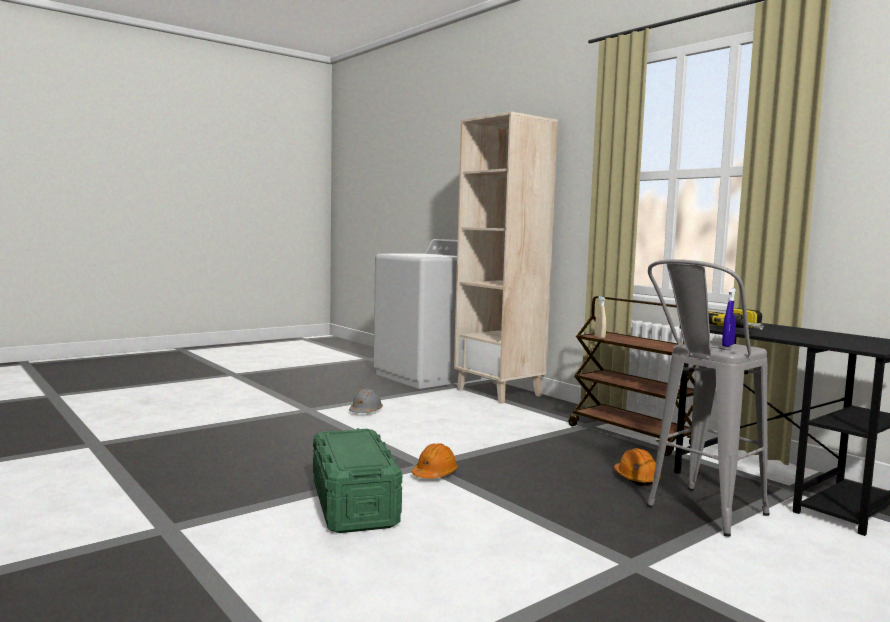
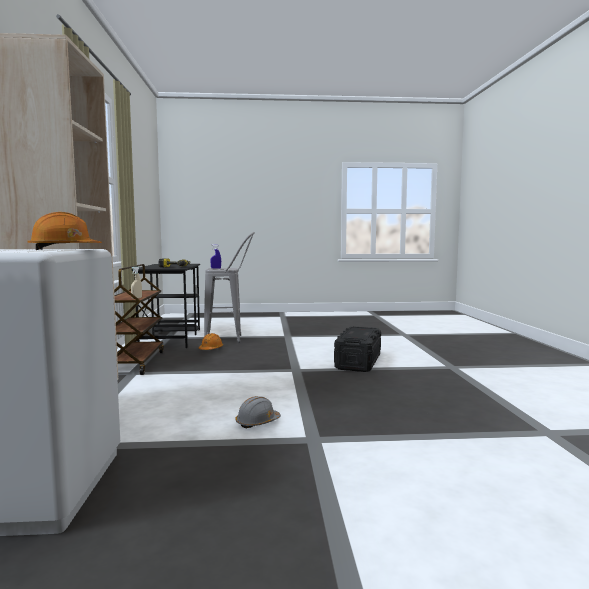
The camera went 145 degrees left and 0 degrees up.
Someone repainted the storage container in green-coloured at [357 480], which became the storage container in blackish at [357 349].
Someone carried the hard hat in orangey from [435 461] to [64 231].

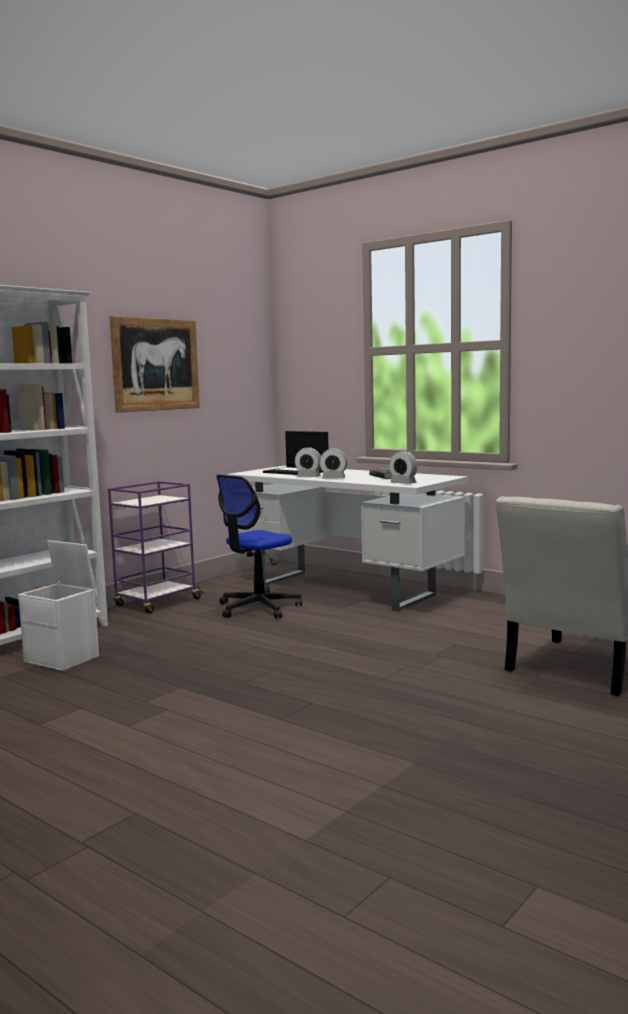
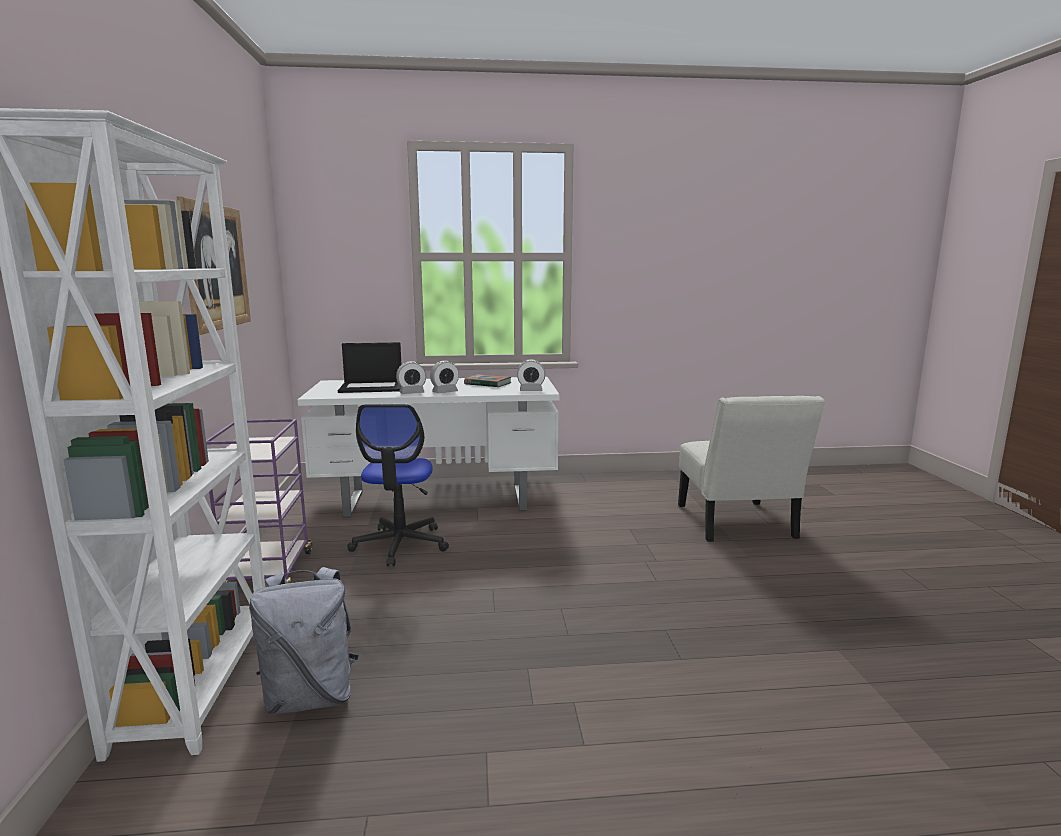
The camera went 45 degrees left and 5 degrees up.
Someone swapped the storage container in white at [58 605] for the rucksack in grey at [304 641].

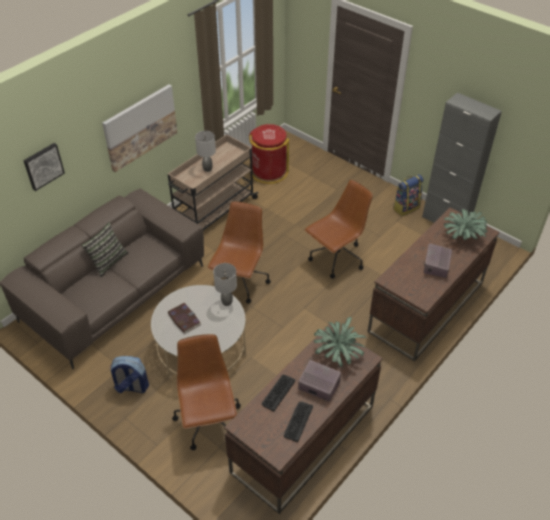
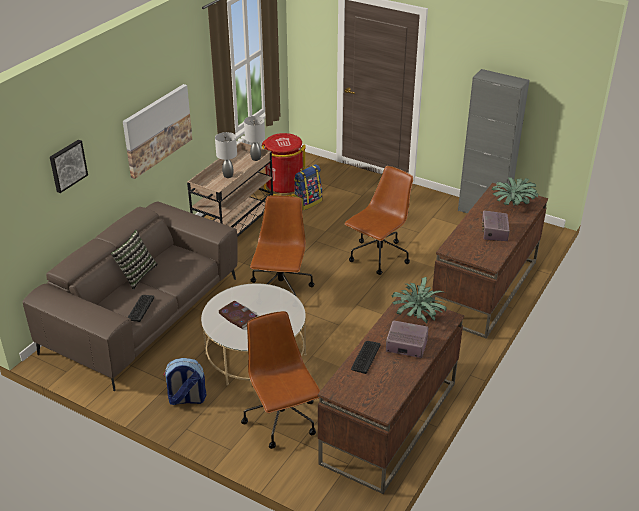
The camera went 10 degrees left and 10 degrees down.
Someone carried the lamp for a table in grey from [225 284] to [254 138].
Someone carried the keyboard from [298 422] to [141 308].
Someone carried the rucksack from [408 195] to [308 187].

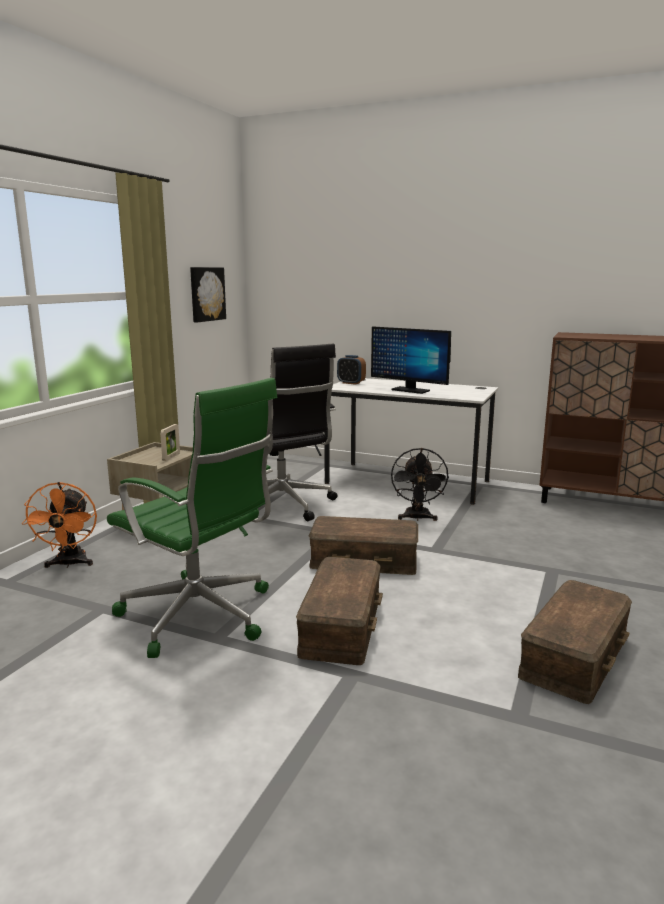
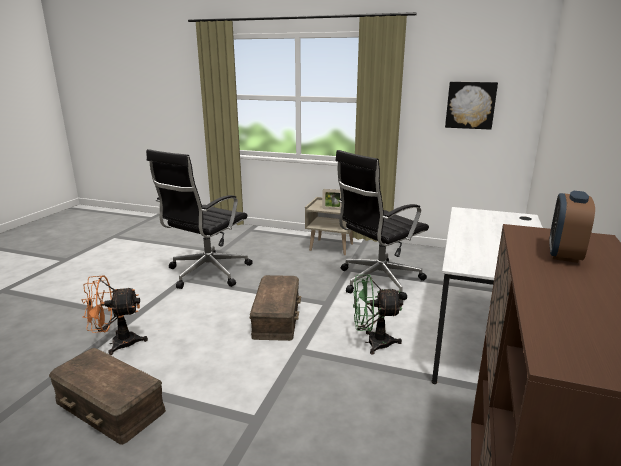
The camera went 85 degrees right and 5 degrees up.
Someone carried the fan in orangey from [59 525] to [114 315].
Someone repainted the computer chair in green-coloured at [192 518], which became the computer chair in blackish at [199 219].
Someone took away the storage container in brown at [339 611].
Someone carried the bedside clock from [351 370] to [572 227].
Someone took away the monitor at [411 360].
Someone repainted the fan in blackish at [420 484], which became the fan in green-coloured at [378 315].

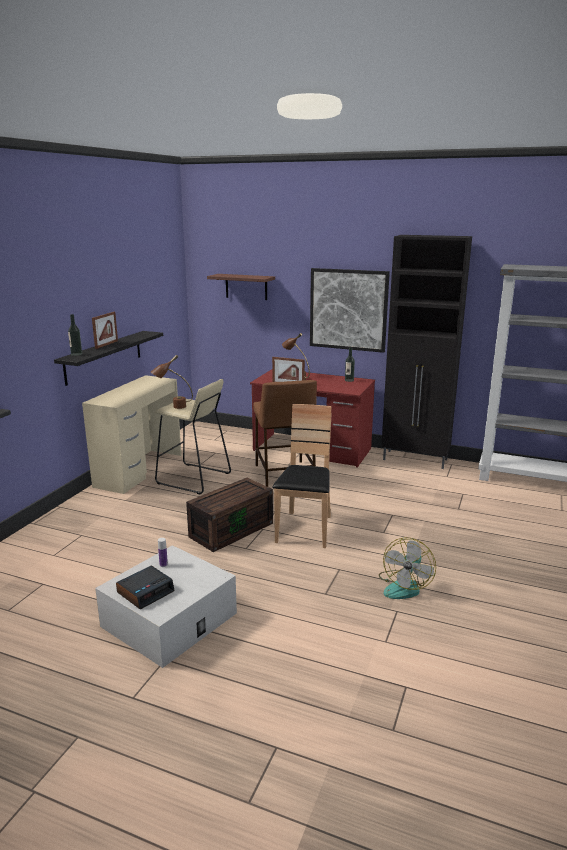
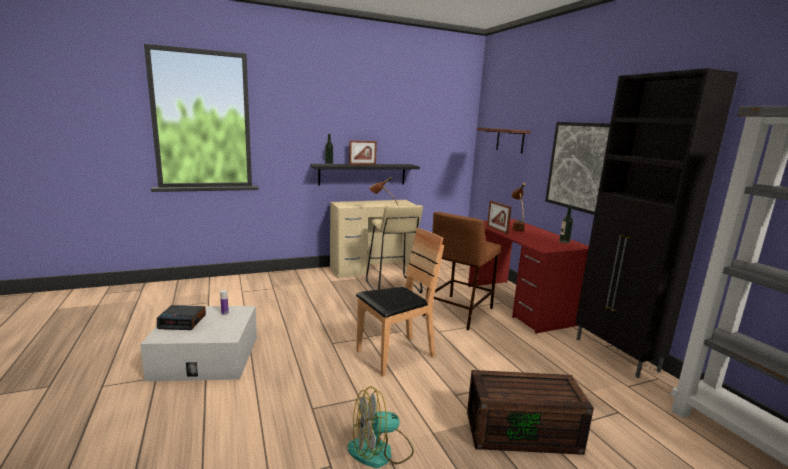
The camera went 45 degrees right and 5 degrees down.
Someone carried the storage container in brown from [229 515] to [530 412].

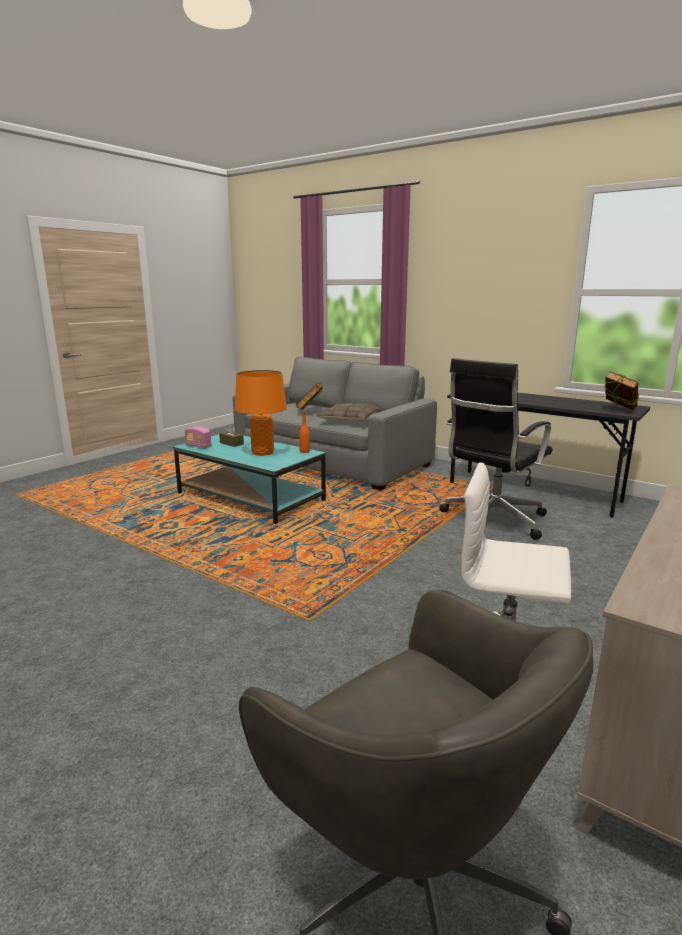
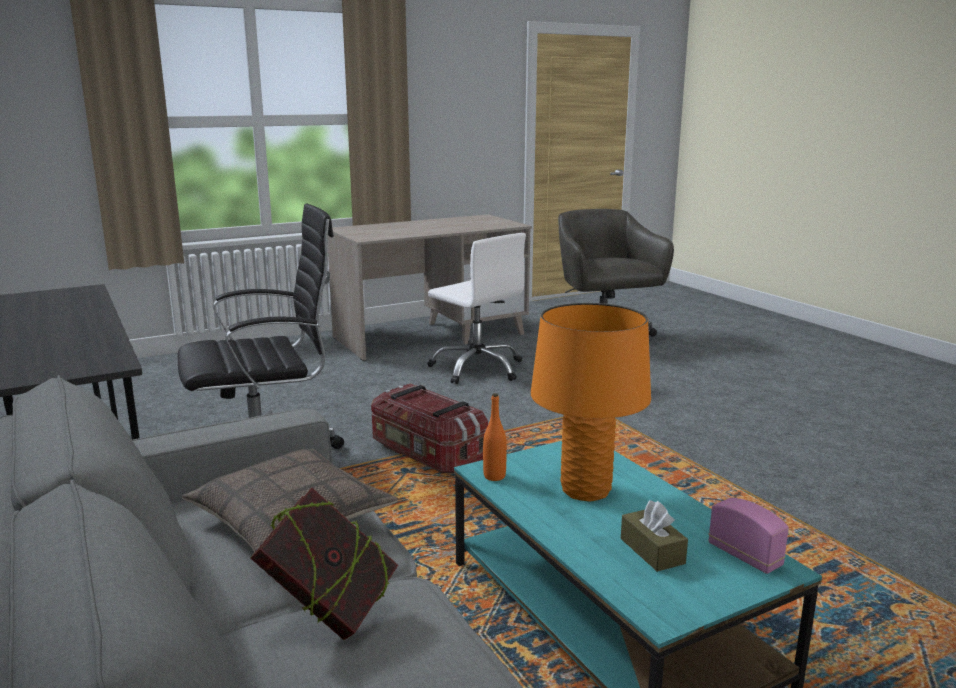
The camera went 155 degrees left and 0 degrees up.
Someone took away the bound book at [622 390].
Someone put down the storage container at [429 428].

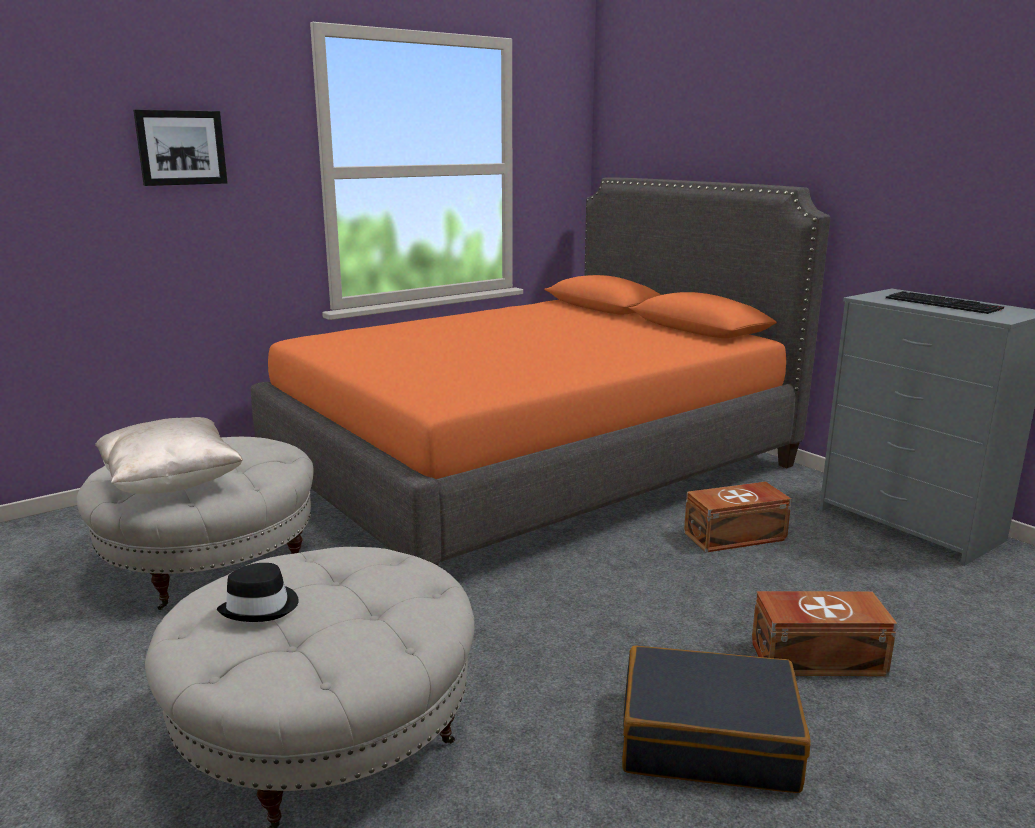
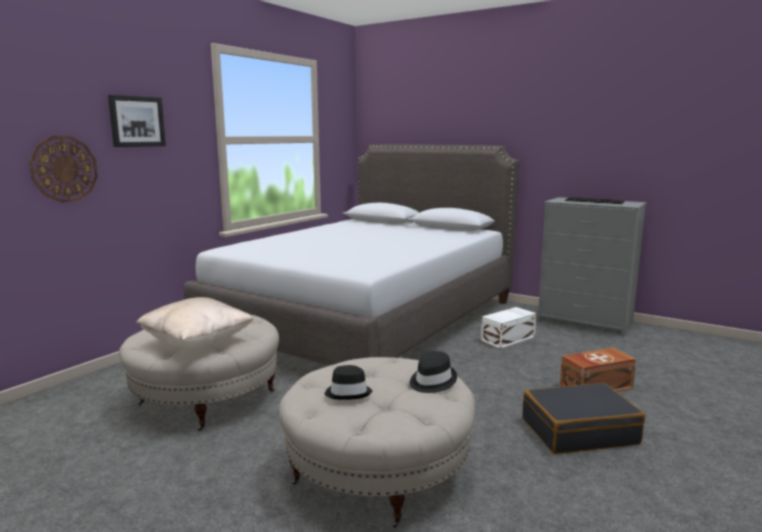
The camera went 20 degrees left and 5 degrees down.
Someone repainted the bed in orangey at [541 371], which became the bed in grey at [351 255].
Someone repainted the storage container in brown at [738 517], which became the storage container in white at [509 328].
Someone put up the hanging clock at [63 169].
Someone put down the clothing hat in blackish at [433 372].

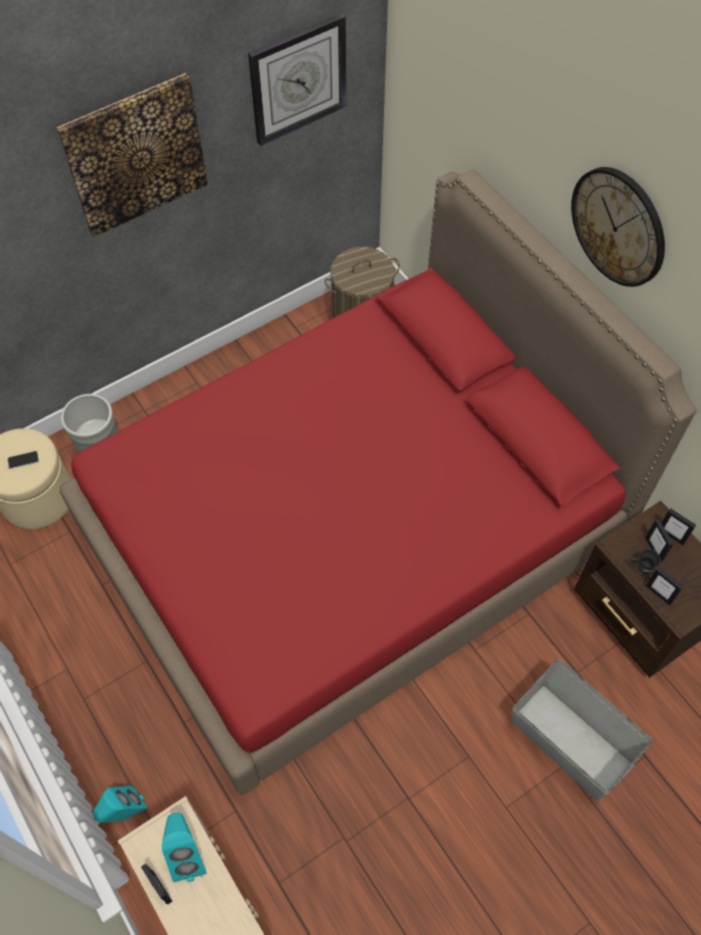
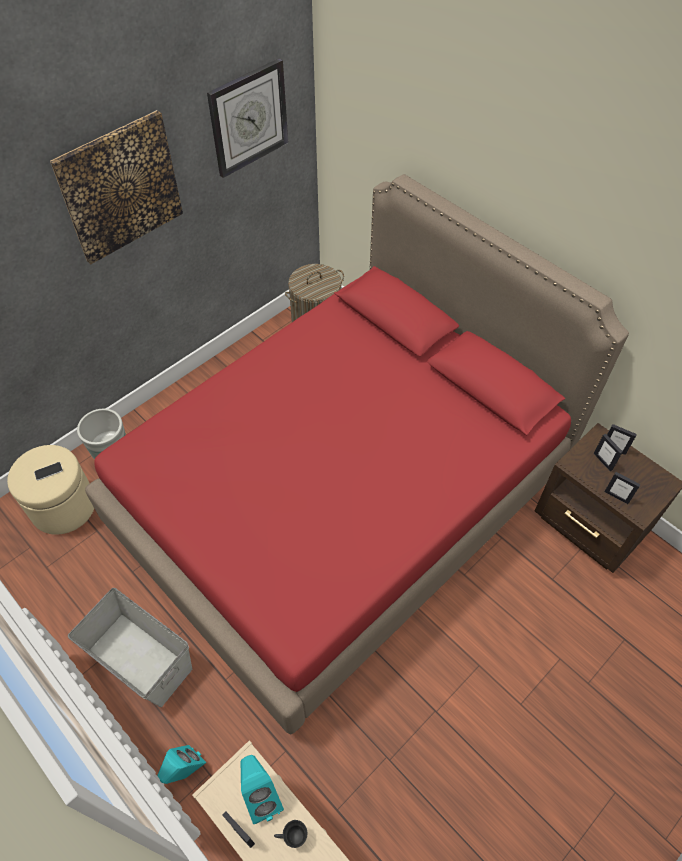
The camera went 10 degrees left and 5 degrees down.
Someone carried the storage container in grey from [582 730] to [130 647].
Someone took away the hanging clock at [618 227].
Someone carried the mug in grey from [645 561] to [290 834].

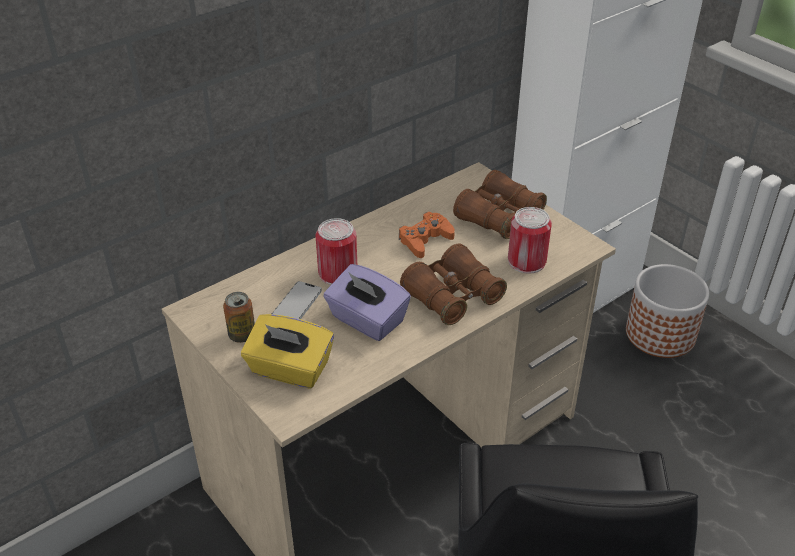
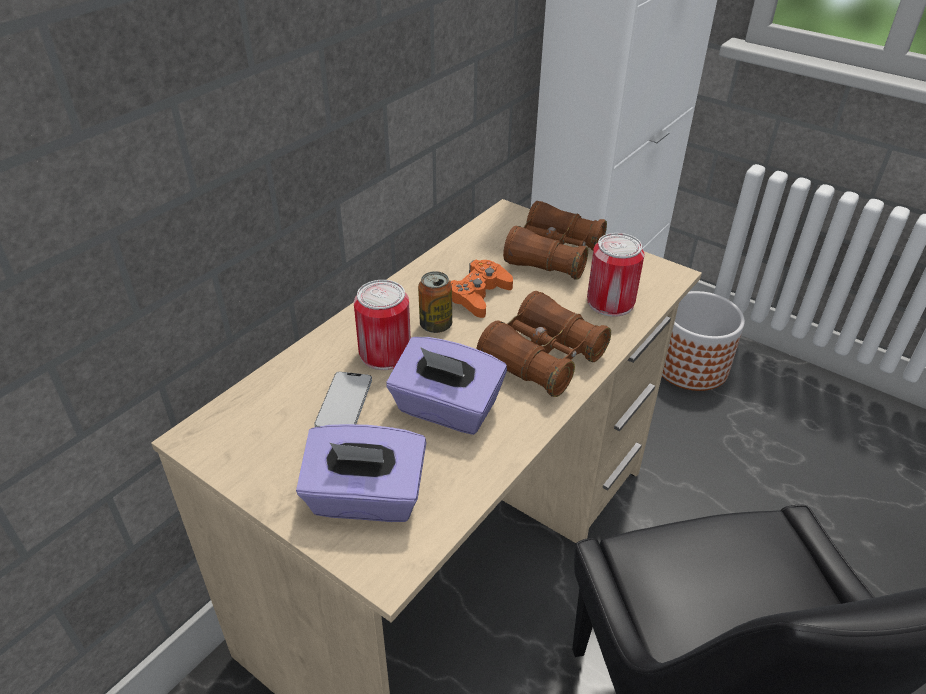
The camera went 15 degrees left and 0 degrees up.
Someone carried the can from [239 317] to [435 302].
Someone repainted the box of tissues in yellow at [287 351], which became the box of tissues in purplish at [361 473].

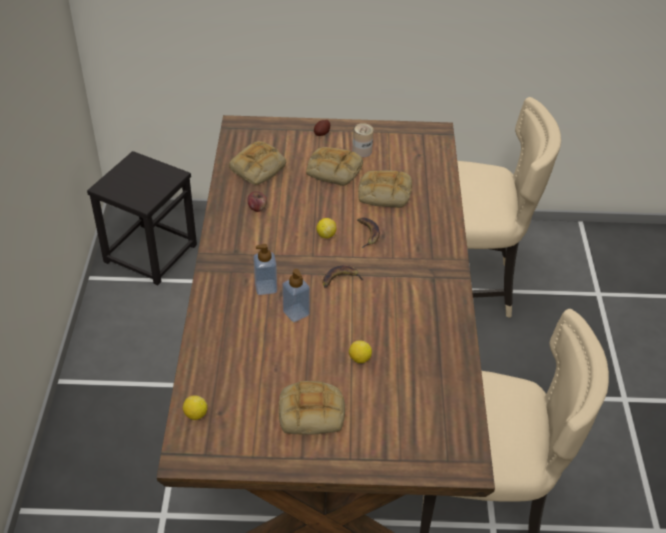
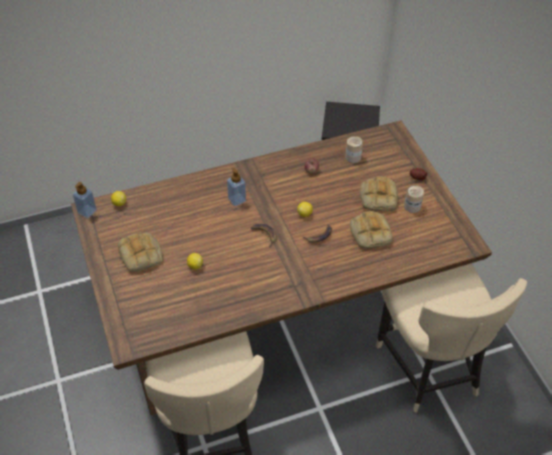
The camera went 70 degrees right and 5 degrees up.
Someone swapped the baked bread at [257 163] for the can at [354 149].
Someone carried the liquid soap bottle from [296 295] to [85 200].

